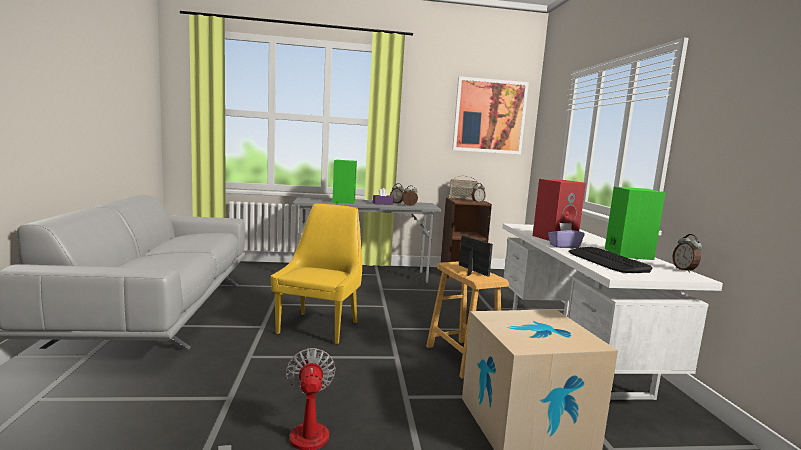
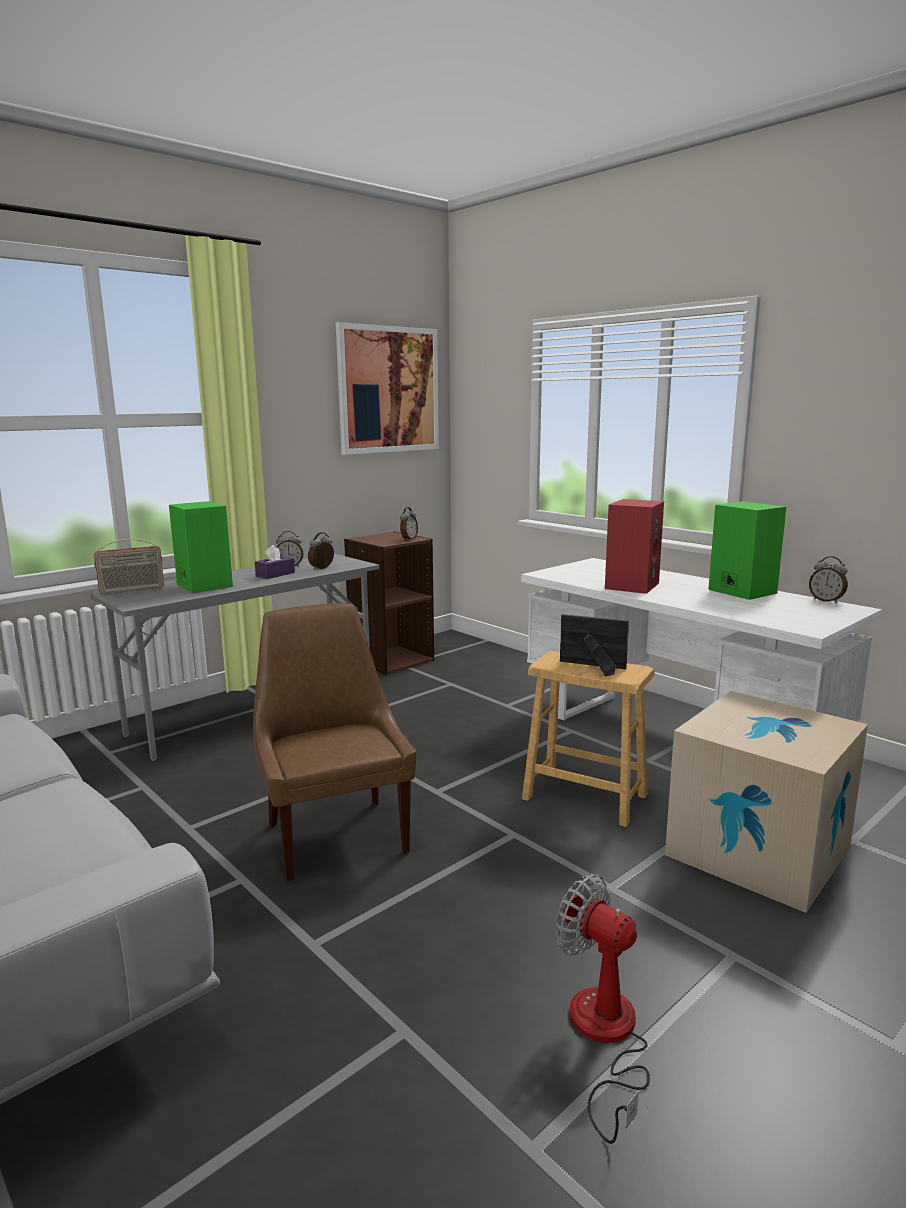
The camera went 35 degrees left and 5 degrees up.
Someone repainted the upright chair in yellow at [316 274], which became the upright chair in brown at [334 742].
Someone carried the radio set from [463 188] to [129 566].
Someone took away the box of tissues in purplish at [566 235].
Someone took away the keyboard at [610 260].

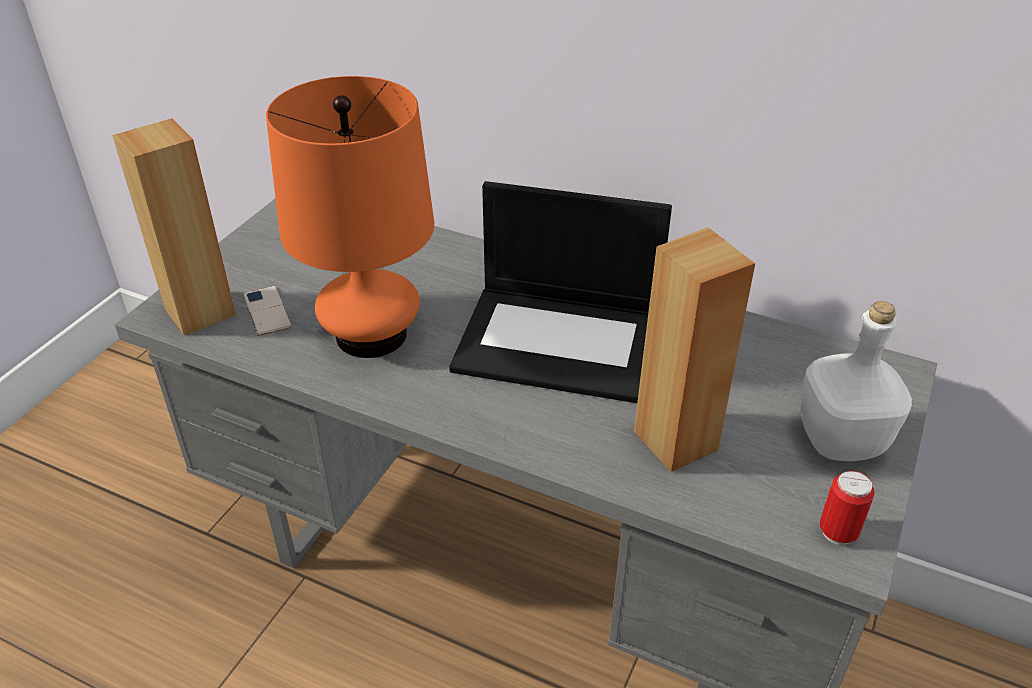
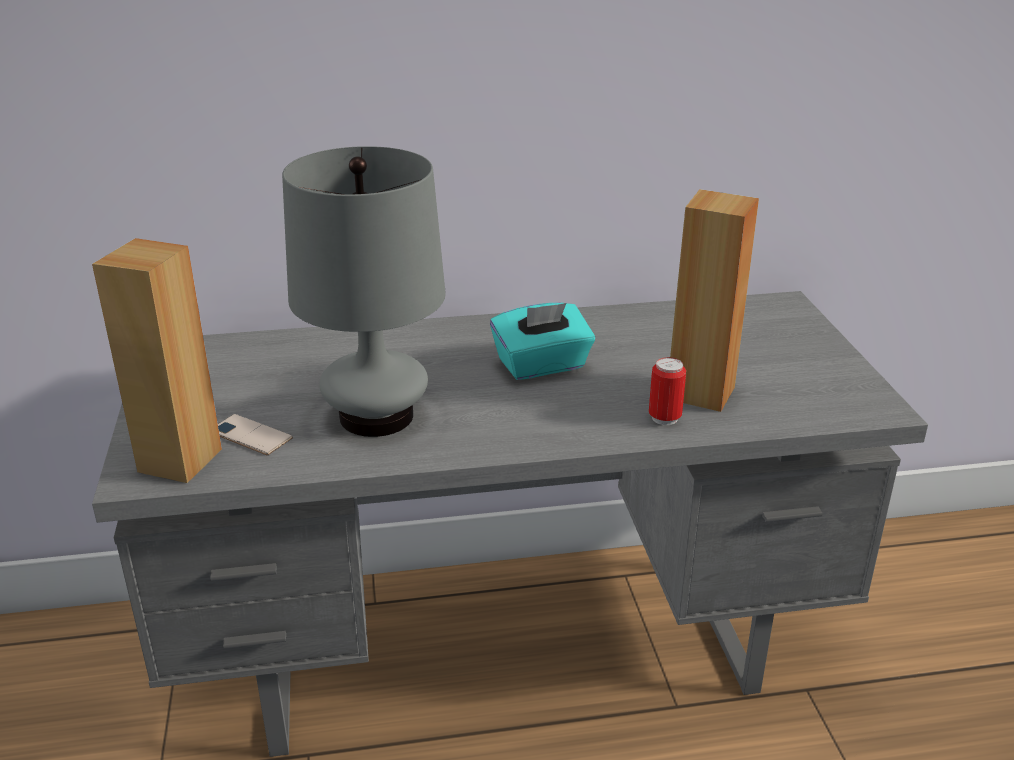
The camera went 35 degrees left and 10 degrees down.
Someone repainted the lamp for a table in orangey at [350 217], which became the lamp for a table in grey at [364 291].
Someone swapped the portable computer at [560 292] for the box of tissues in blue-green at [542 341].
Someone took away the bottle in white at [856 381].
Someone carried the can from [847 507] to [667 391].

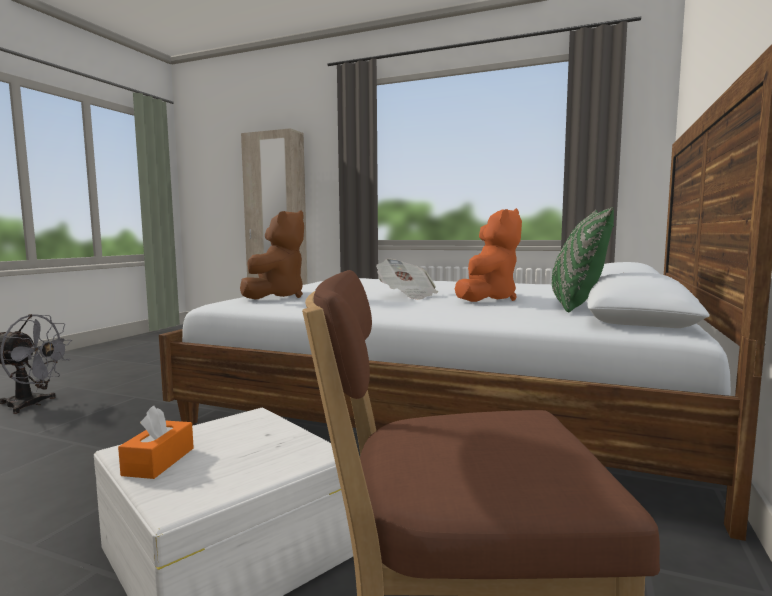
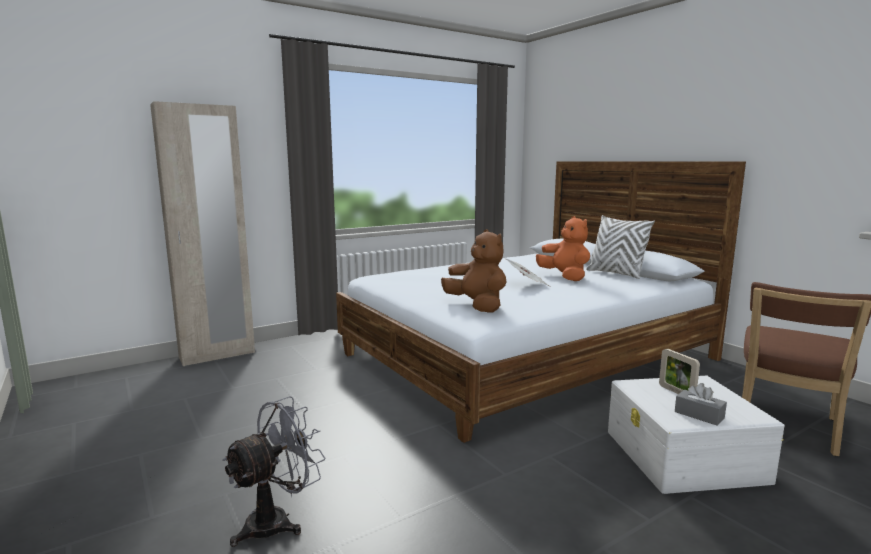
The camera went 55 degrees left and 5 degrees up.
Someone repainted the box of tissues in orangey at [156 442], which became the box of tissues in grey at [701 404].
Someone repainted the pillow in green-coloured at [583 260], which became the pillow in white at [620 247].
Someone put down the photo frame at [679 371].

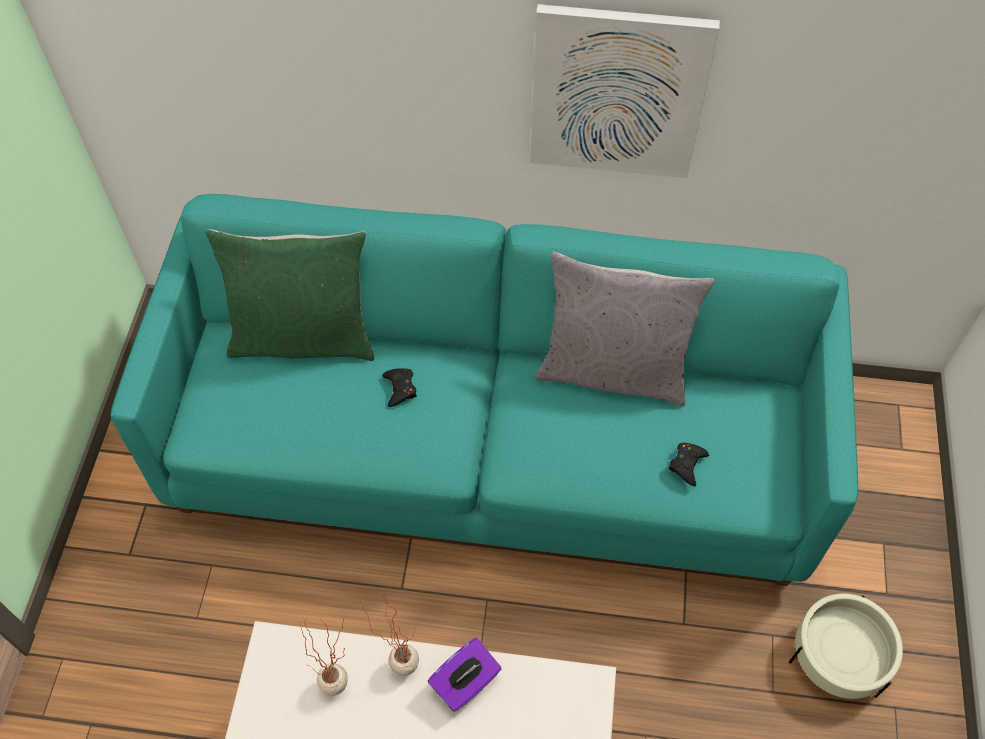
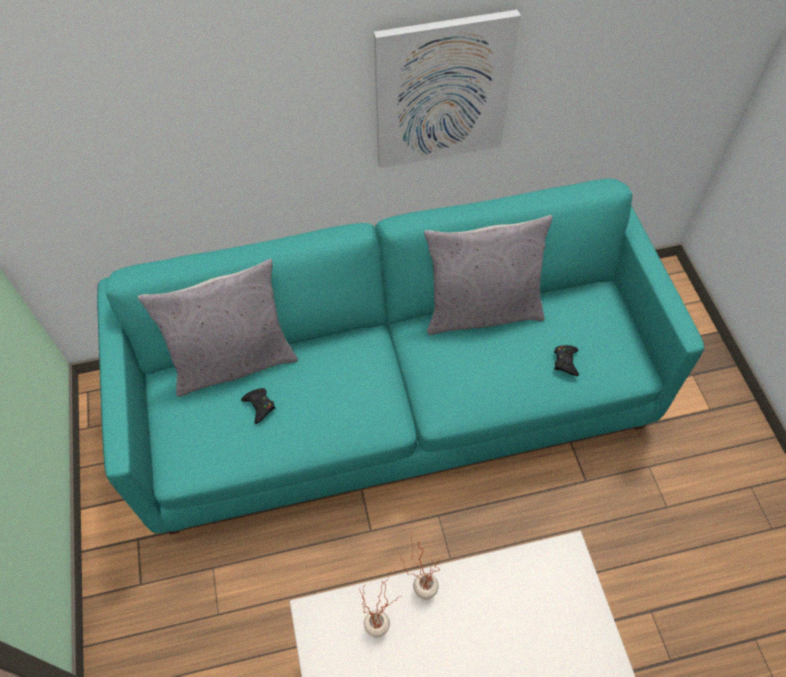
The camera went 20 degrees left and 0 degrees up.
Someone repainted the pillow in green-coloured at [290 295], which became the pillow in grey at [218 328].
Someone carried the game controller in blackish from [399 387] to [258 406].
Someone took away the box of tissues in purplish at [464 675].
Someone took away the flower pot in beige at [846 646].

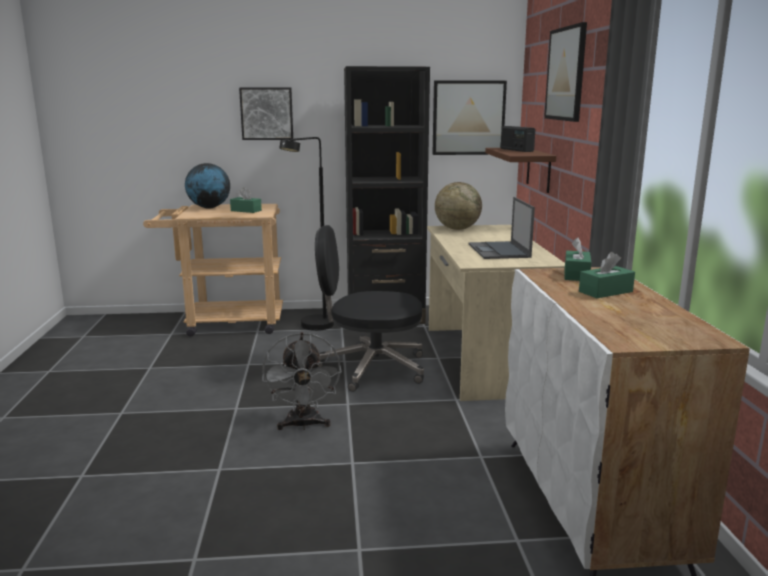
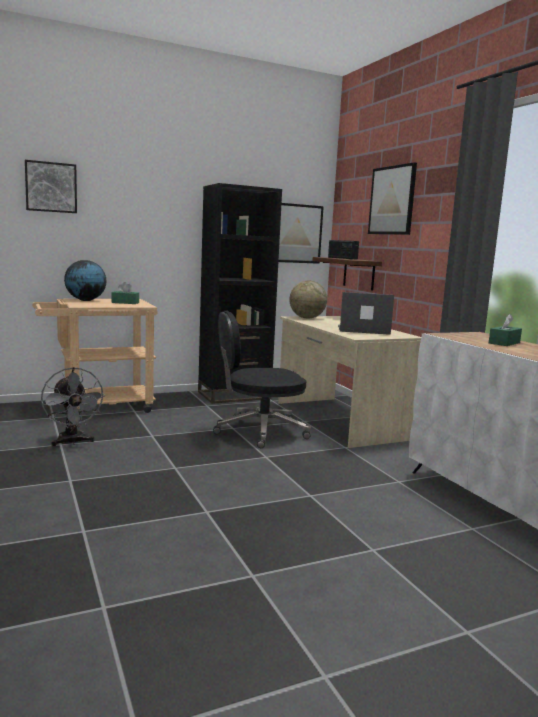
The camera went 20 degrees left and 5 degrees down.
Someone carried the wall art from [266 113] to [51 186].
Someone carried the fan in grey from [301 381] to [73 406].
Someone took away the standard lamp in blackish at [306 234].
Someone rotated the portable computer at [502 228] by 120 degrees clockwise.
Someone took away the box of tissues in green-coloured at [577 259].

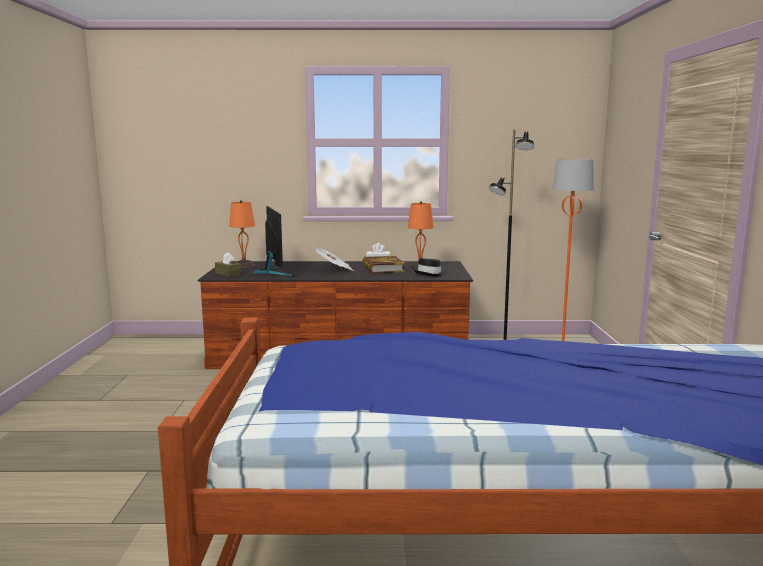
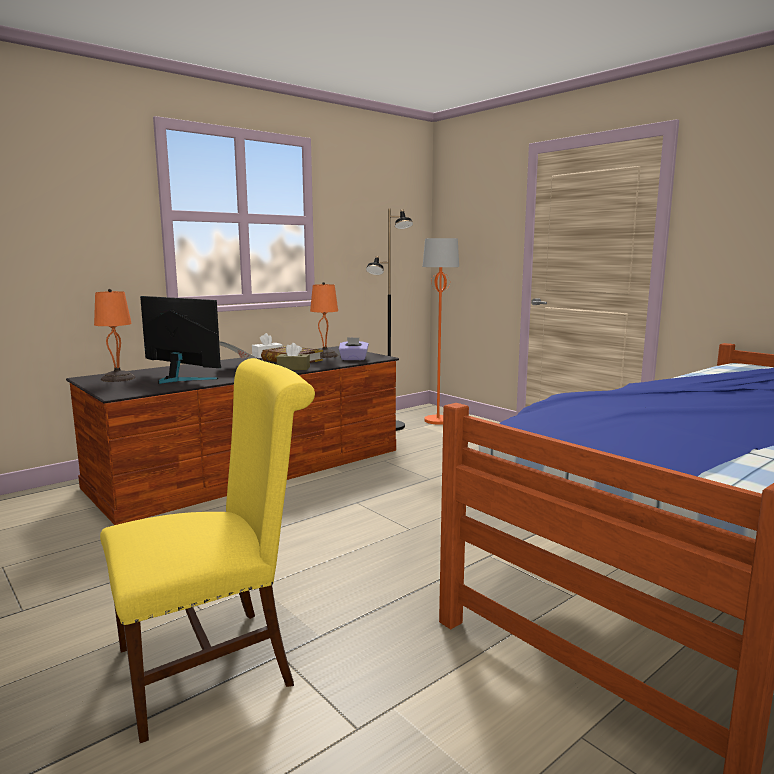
The camera went 40 degrees left and 0 degrees up.
Someone carried the box of tissues in brown from [228 264] to [293 356].
Someone swapped the clothing hat in blackish at [430 267] for the box of tissues in purplish at [354 348].
Someone put down the upright chair in yellow at [207 550].

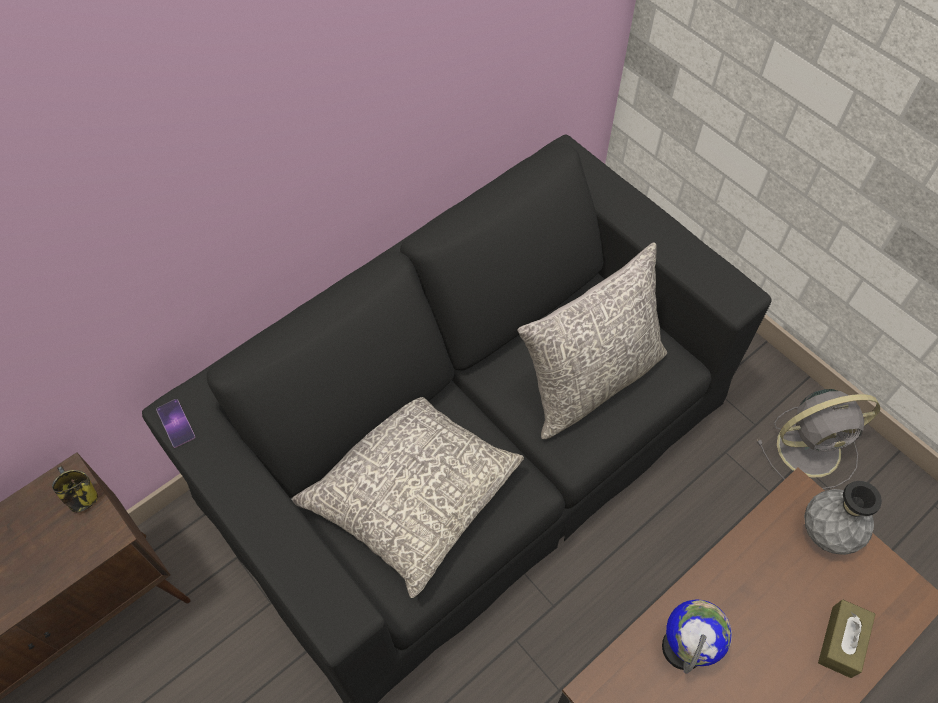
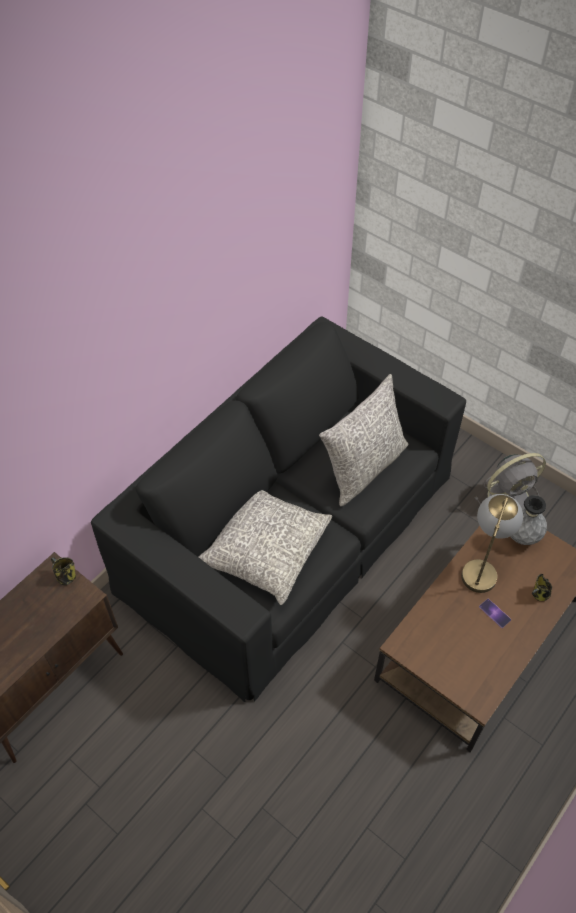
The camera went 10 degrees left and 5 degrees down.
Someone carried the telephone from [175 423] to [495 613].
Someone took away the desk globe at [697 636].
Someone swapped the box of tissues in brown at [846 639] for the mug at [542 587].
Someone put down the lamp for a table at [492 543].

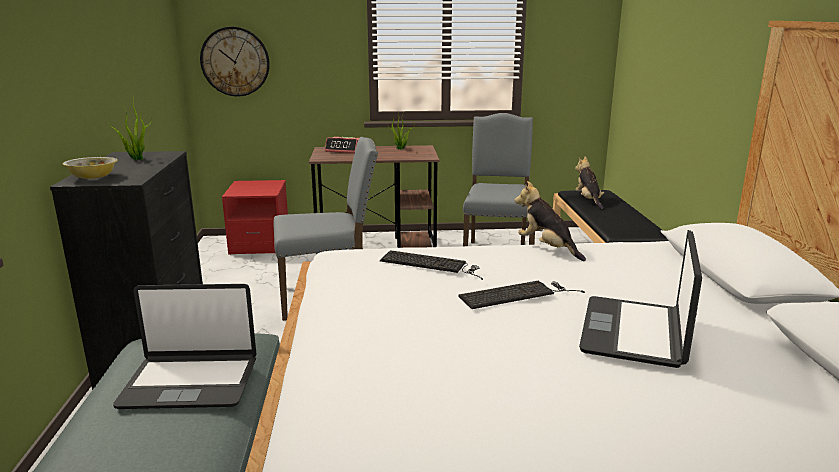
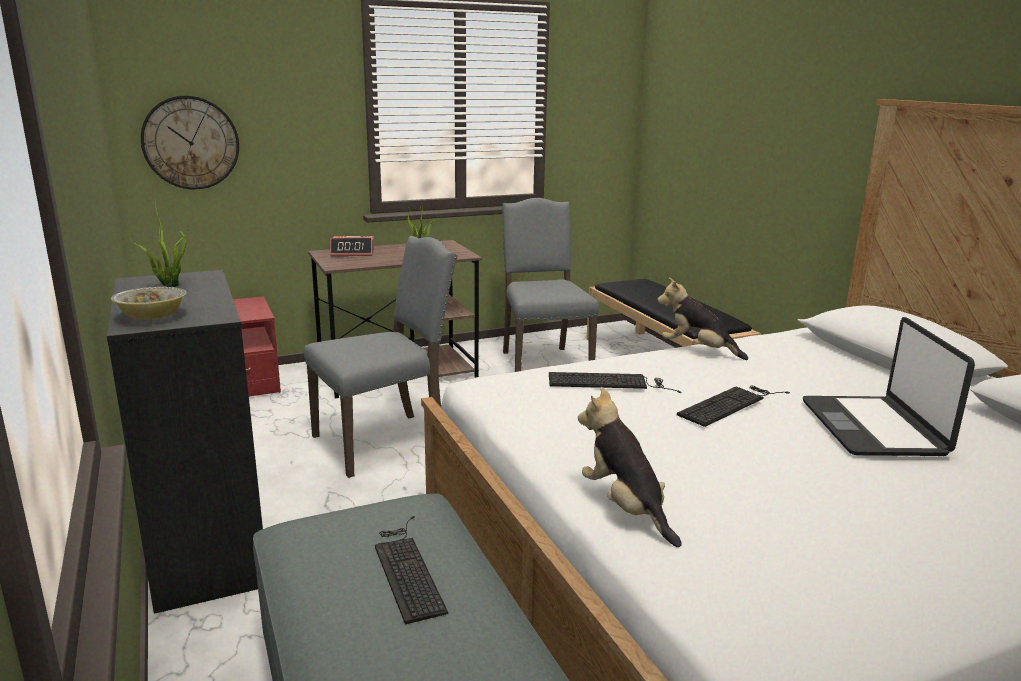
The camera went 20 degrees left and 0 degrees up.
Someone swapped the portable computer at [185 346] for the keyboard at [411 570].
Someone carried the plush toy from [589 183] to [630 467].

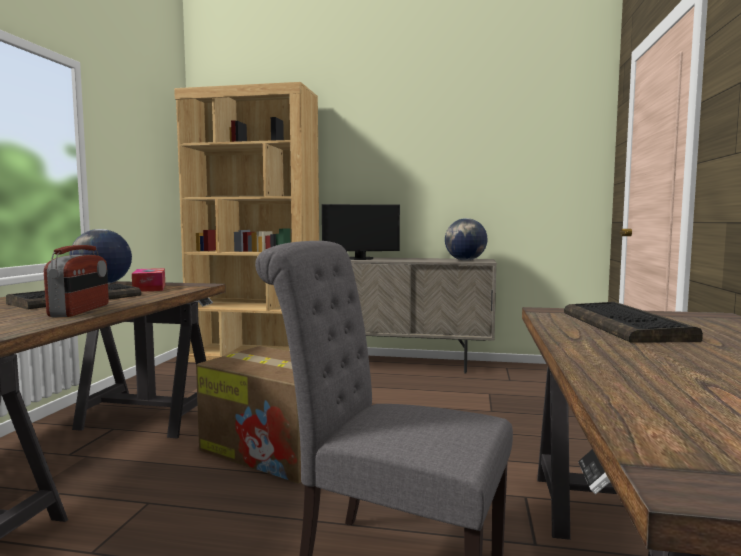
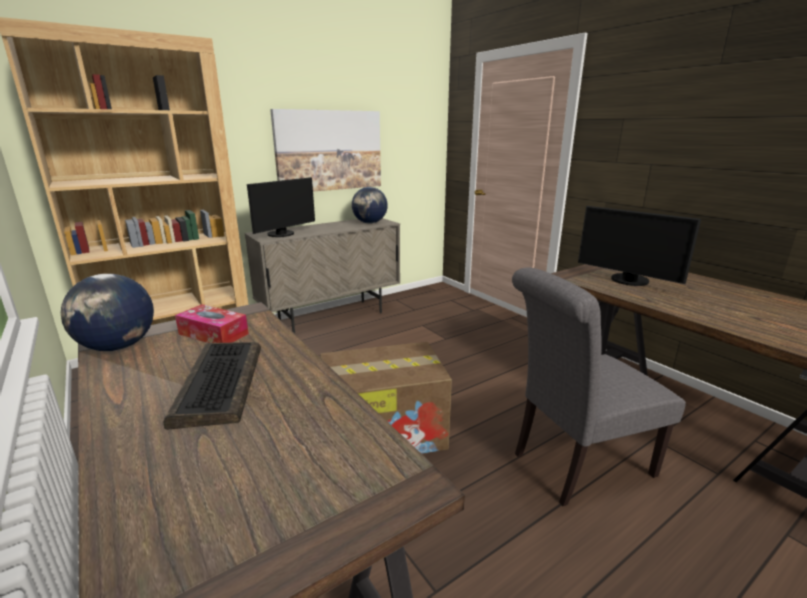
The camera went 45 degrees left and 15 degrees up.
Someone took away the radio set at [76 281].
Someone swapped the keyboard at [633 322] for the monitor at [639 246].
Someone put up the wall art at [325 150].

